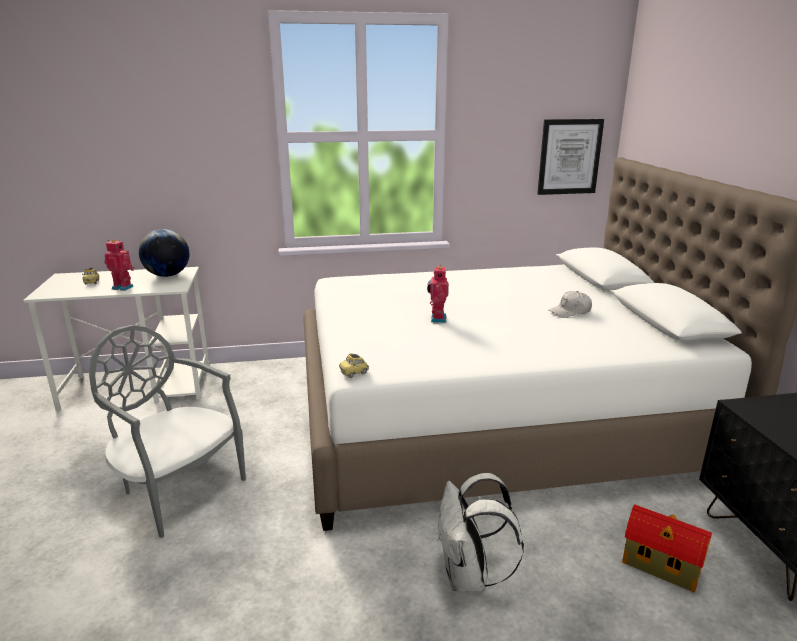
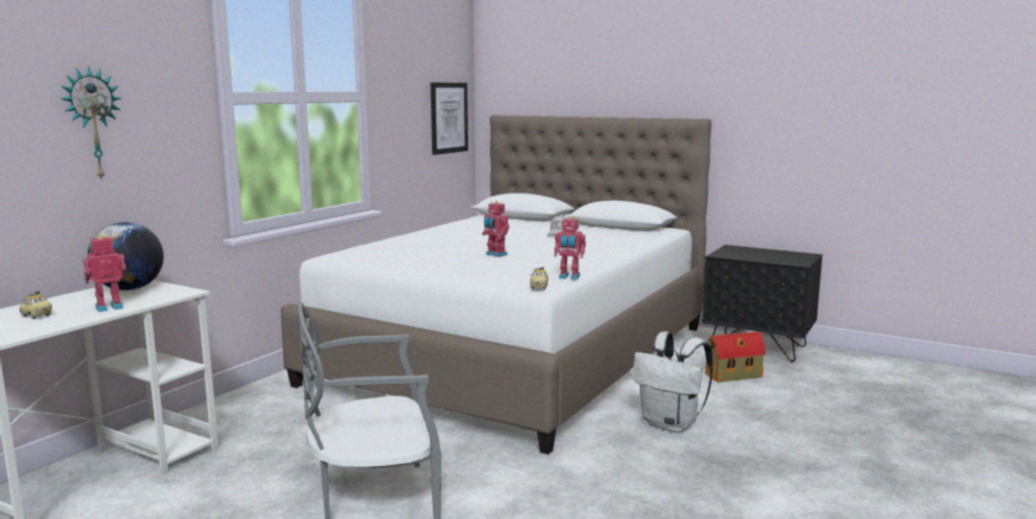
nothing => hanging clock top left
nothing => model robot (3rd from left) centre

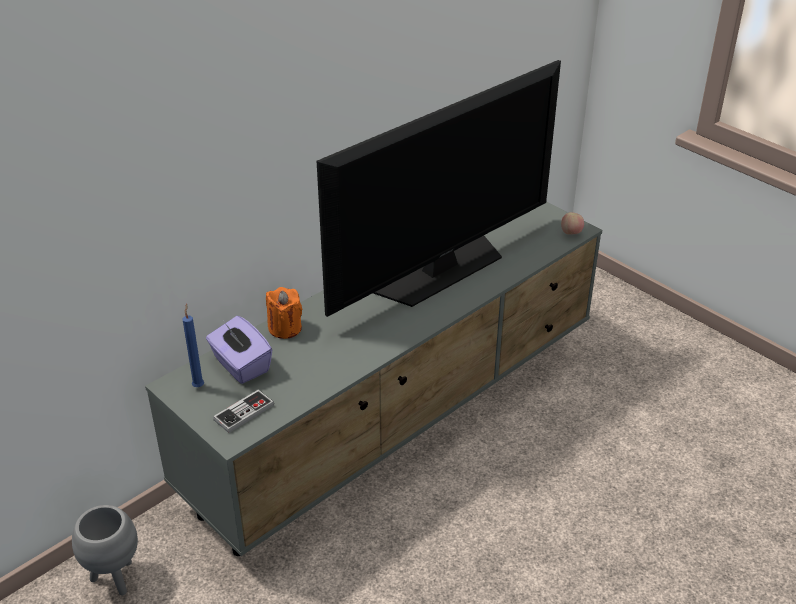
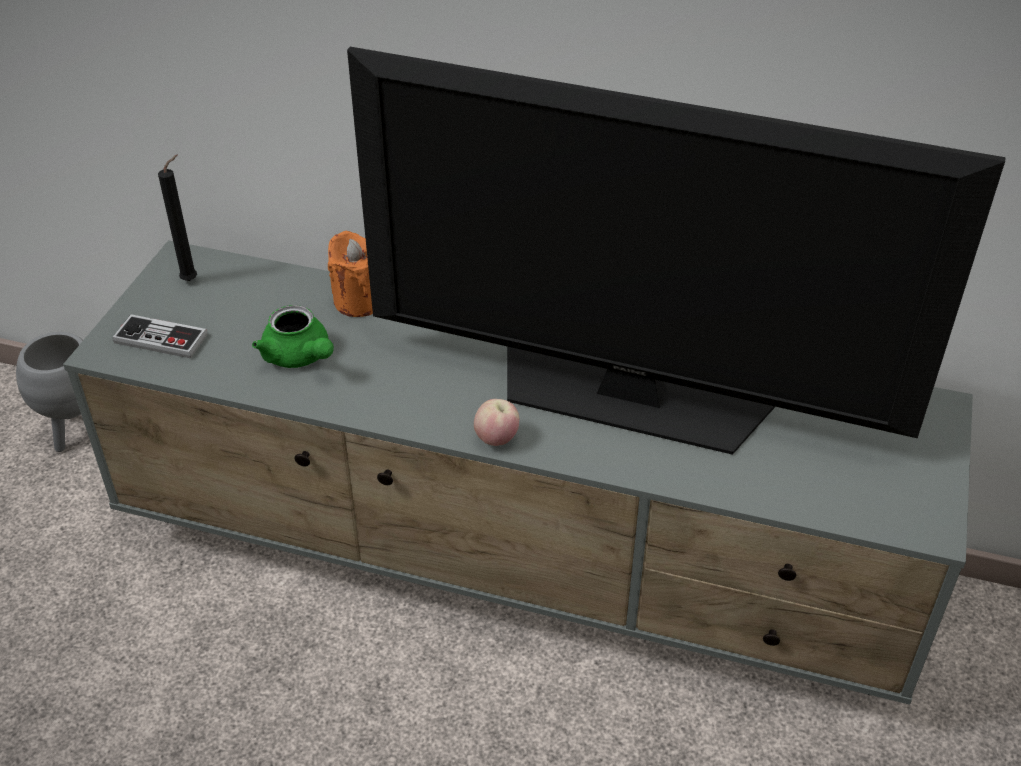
purple tissue box middle left => nothing
nothing => green pot for tea middle left
apple fruit middle right => apple fruit centre, moved
bluish wax light middle left => blackish wax light top left

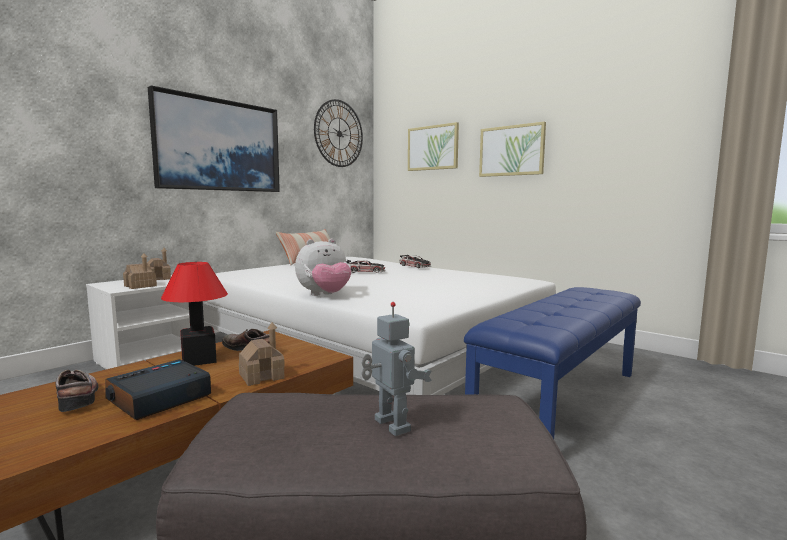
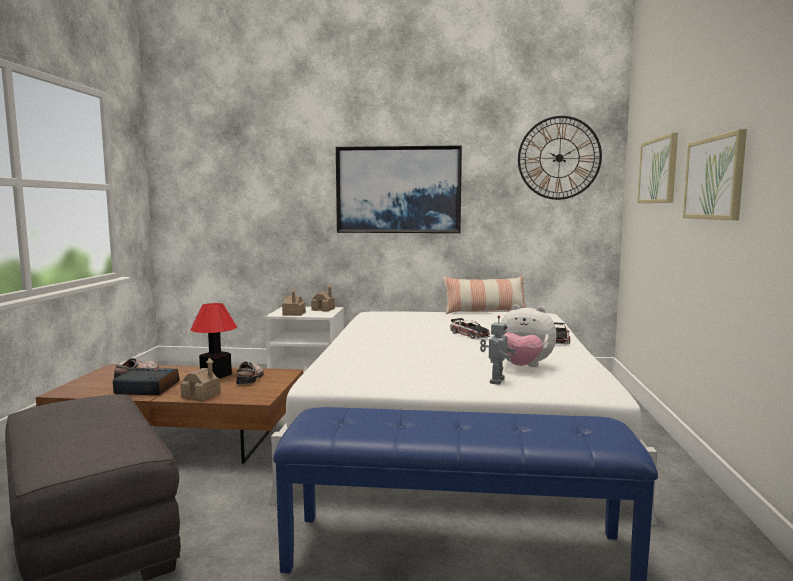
soft toy centre => soft toy middle right, moved
model robot bottom centre => model robot centre, moved

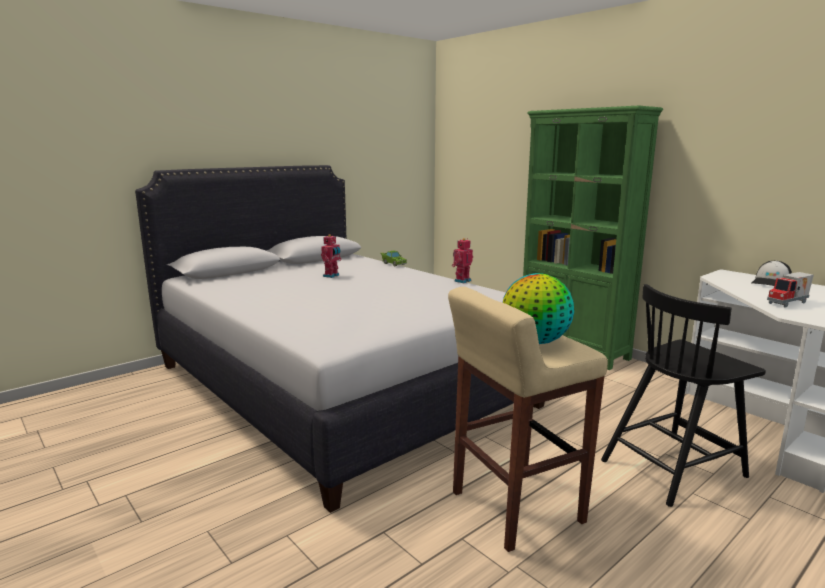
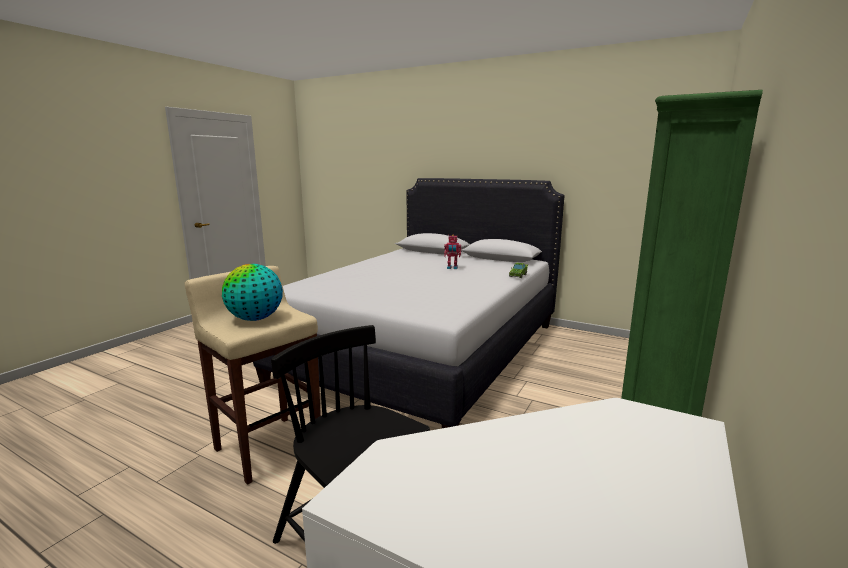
model robot (2nd from left) centre => nothing
cap middle right => nothing
model truck middle right => nothing

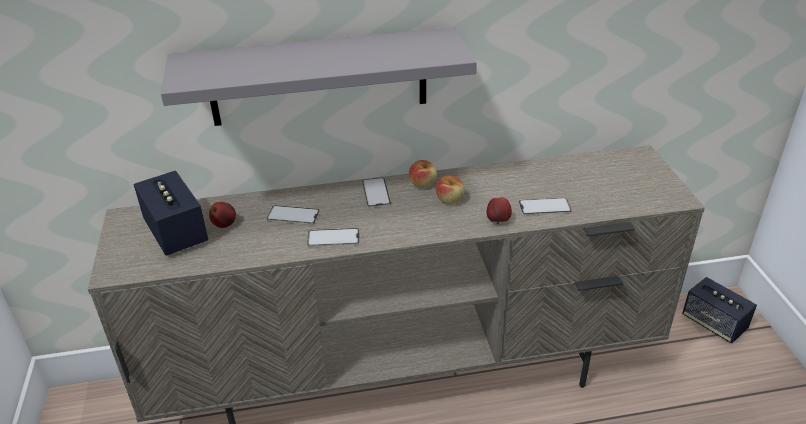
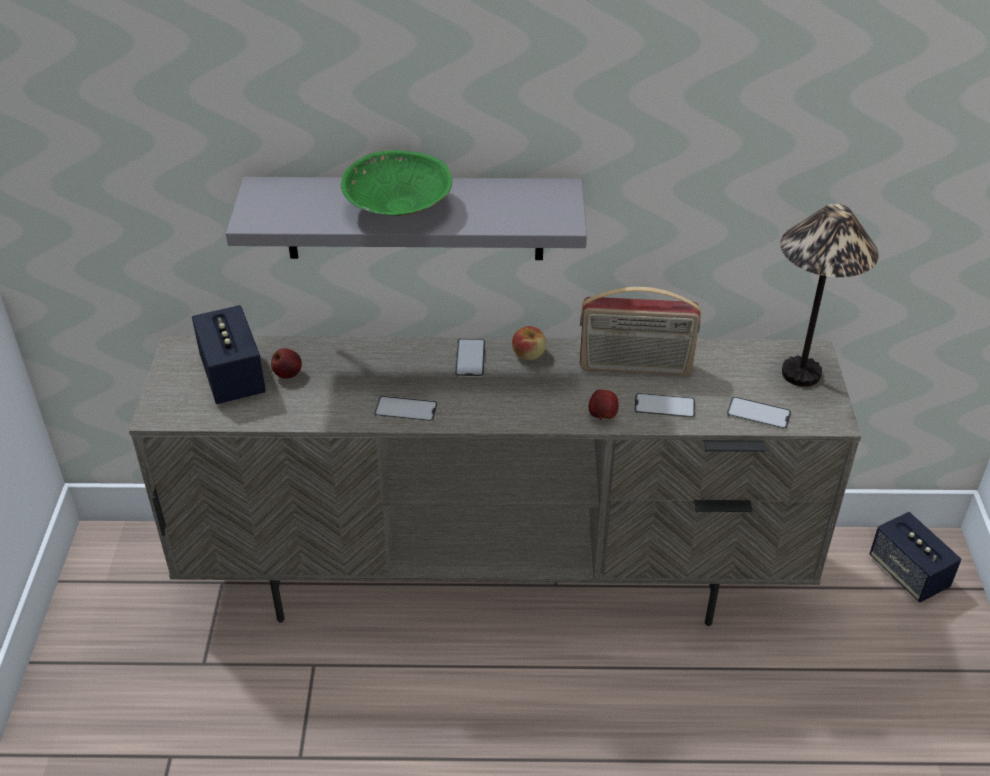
apple fruit (3rd from left) centre => nothing
nothing => green bowl top centre
nothing => radio set centre
nothing => table lamp middle right
telephone (1st from left in the first image) centre => telephone (4th from left) middle right, moved

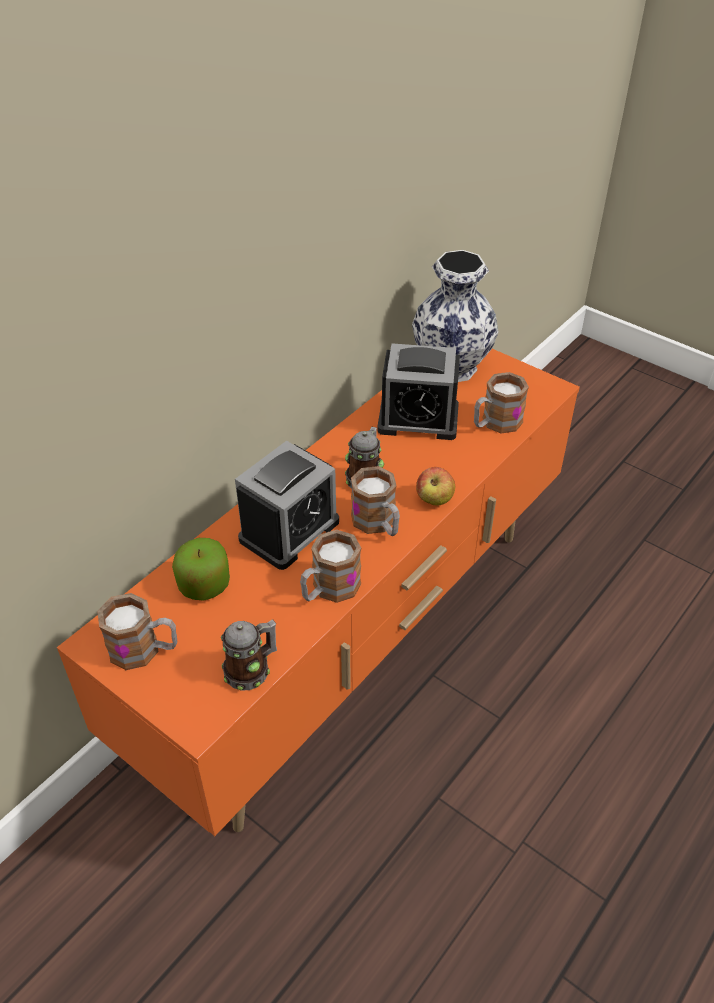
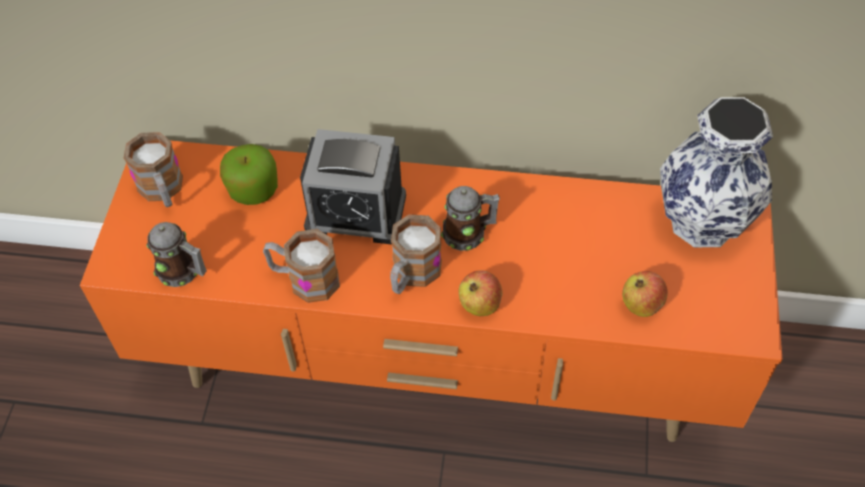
alarm clock (2nd from left) centre => nothing
mug (6th from left) middle right => apple fruit (3rd from left) middle right

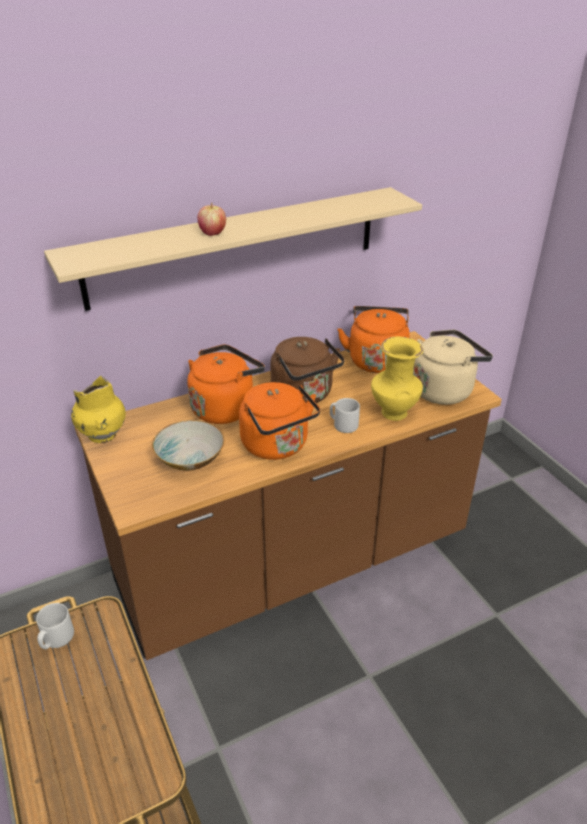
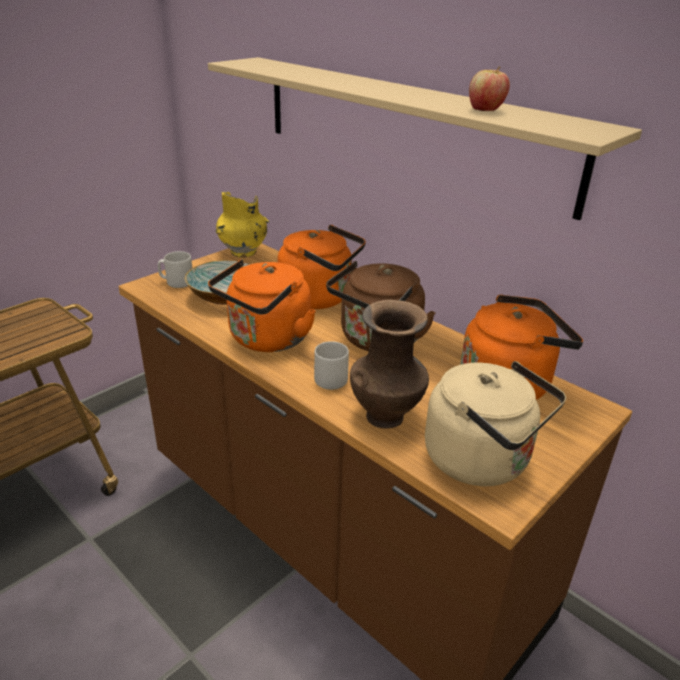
grey mug (1st from left) bottom left => grey mug (1st from left) middle left, moved
apple fruit top centre => apple fruit top right, moved
yellow-coloured vase (2nd from left) middle right => brown vase centre

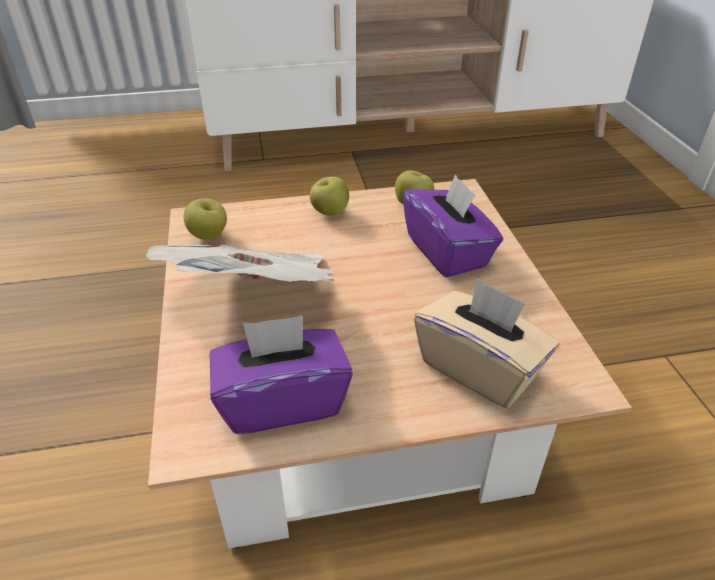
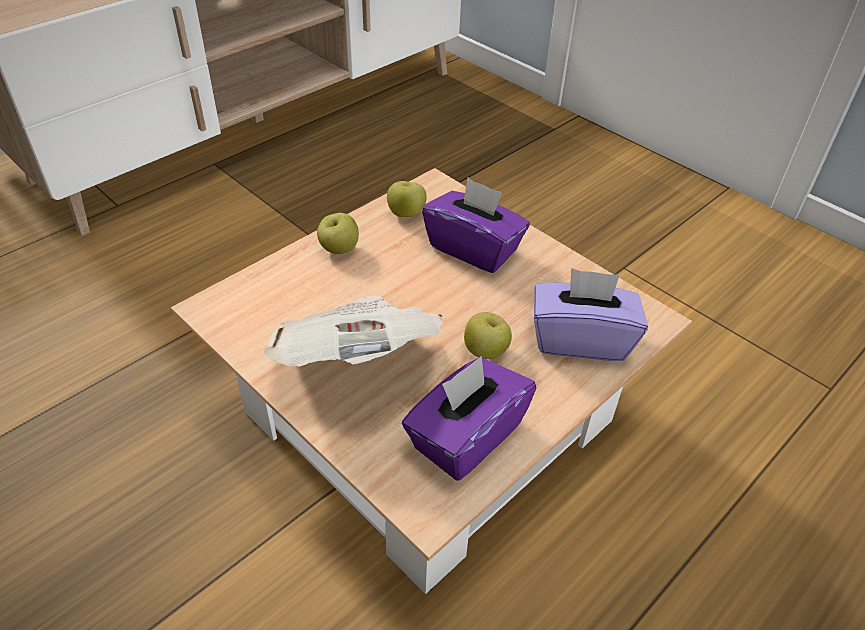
apple fruit (1st from left in the first image) middle left => apple fruit (3rd from left) centre, moved
sand-coloured tissue box middle right => purple tissue box (3rd from left) middle right

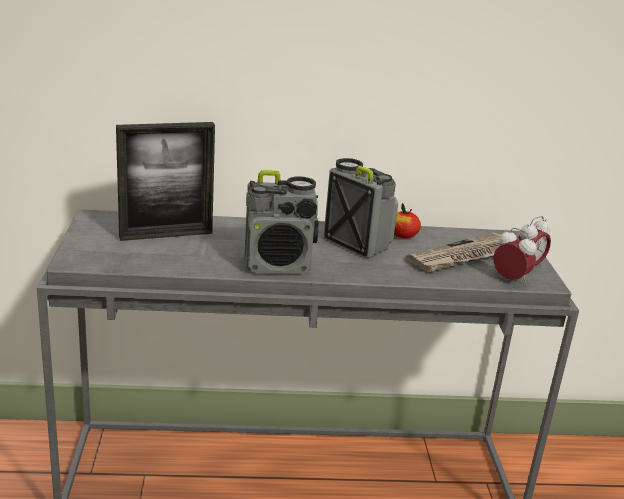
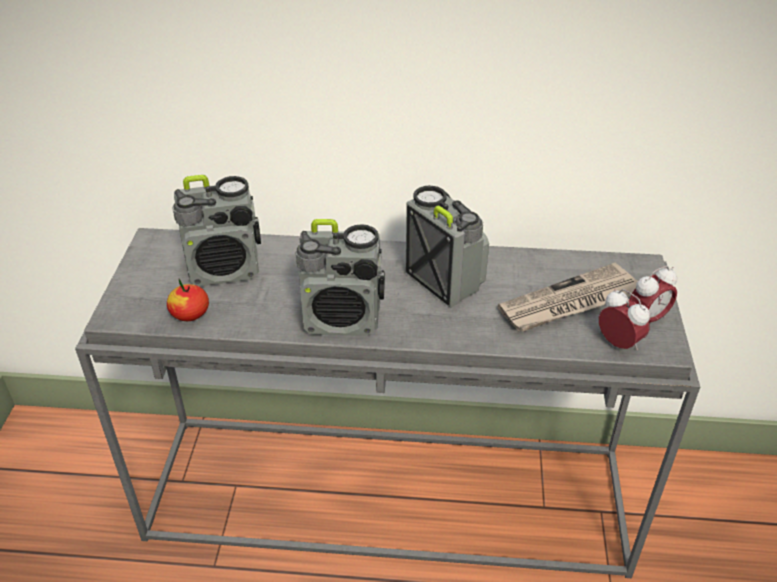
apple fruit centre => apple fruit middle left, moved
picture frame middle left => radio set (1st from left) middle left

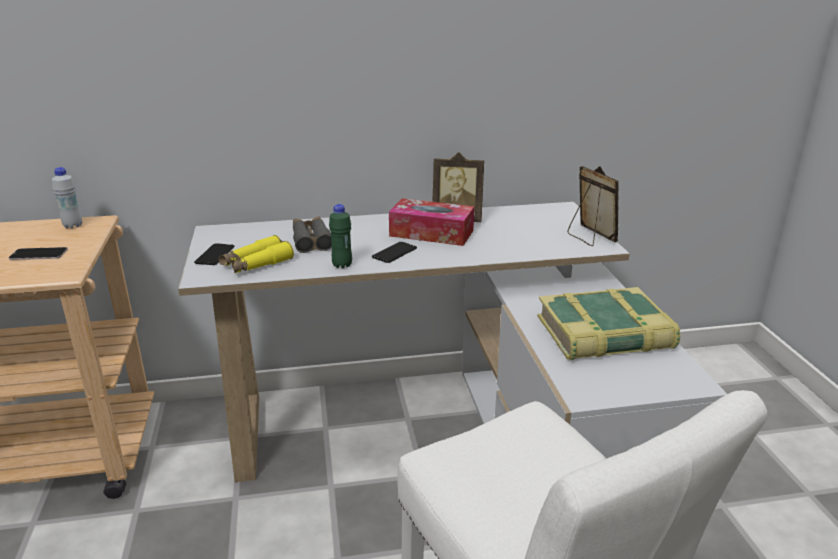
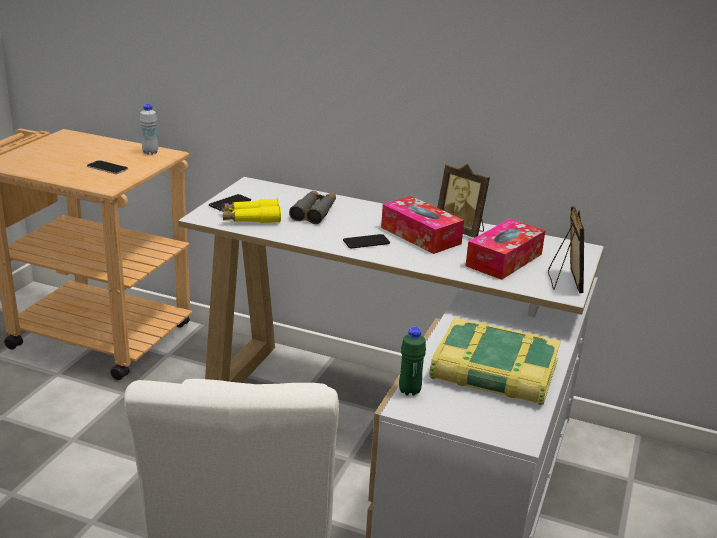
nothing => tissue box (2nd from left) middle right
green drink bottle centre => green drink bottle bottom centre, moved

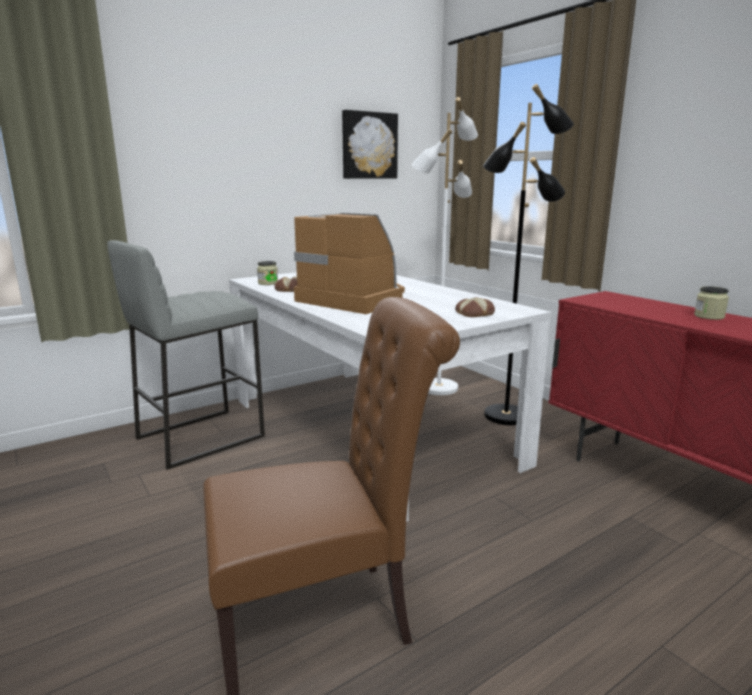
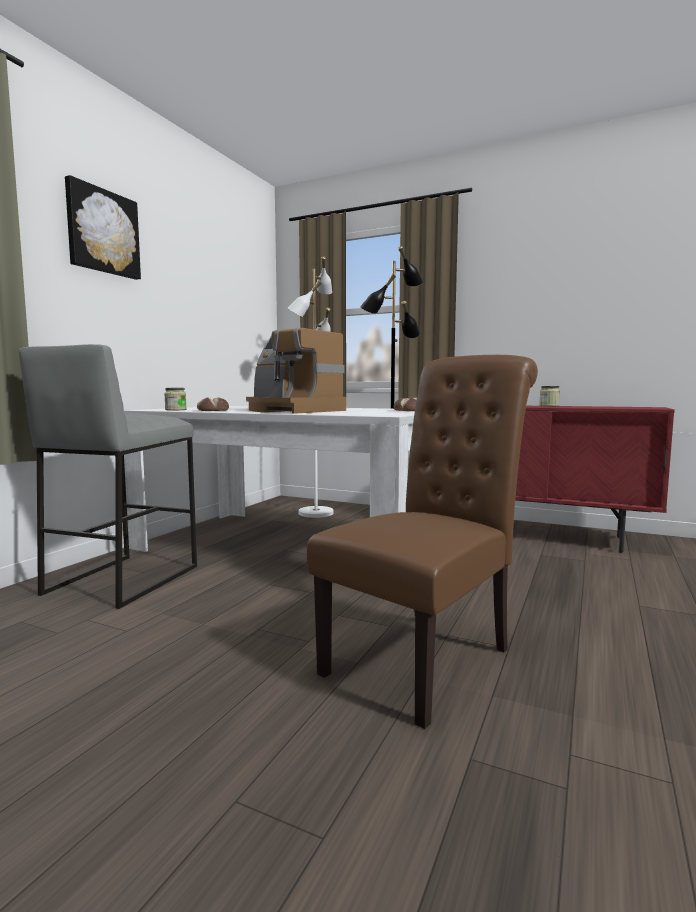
wall art top centre => wall art top left, moved
coffee machine centre, 150 degrees counterclockwise

